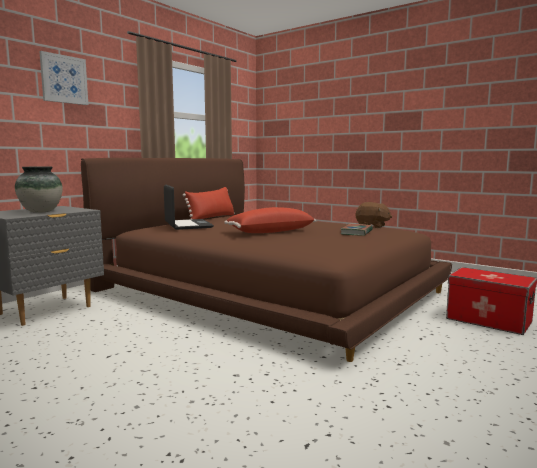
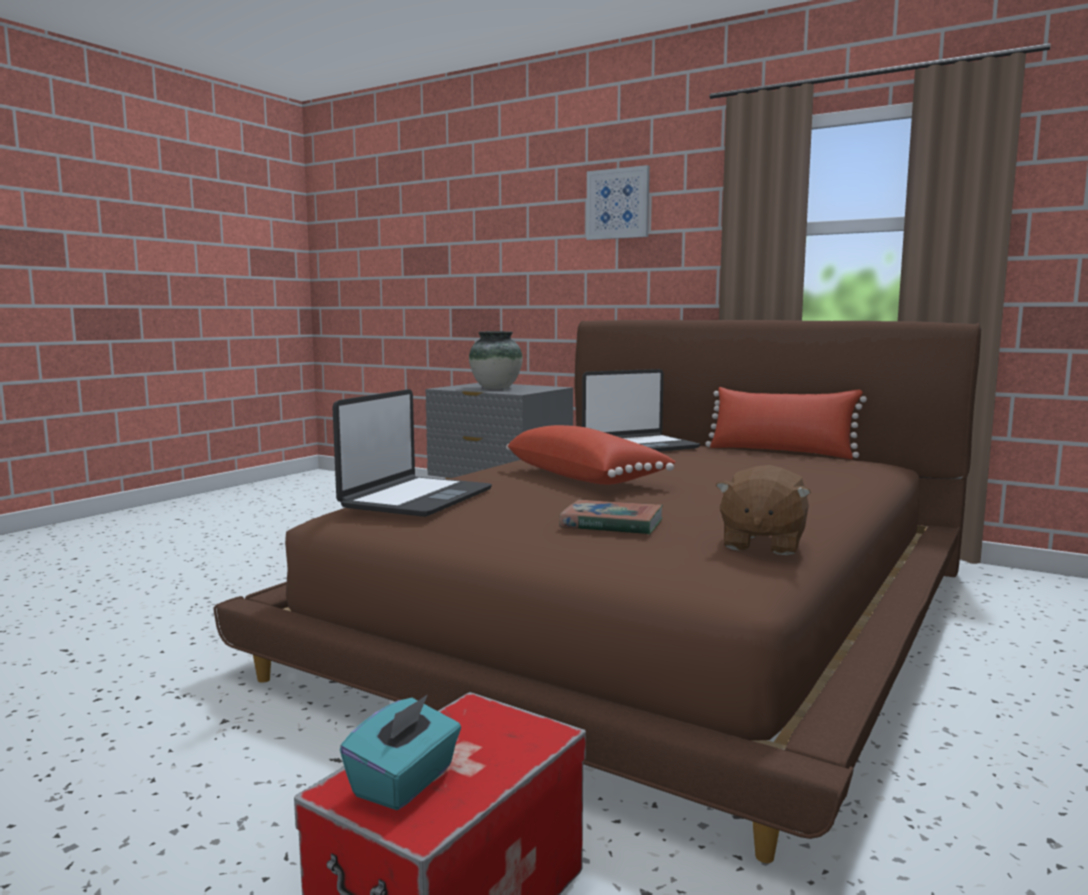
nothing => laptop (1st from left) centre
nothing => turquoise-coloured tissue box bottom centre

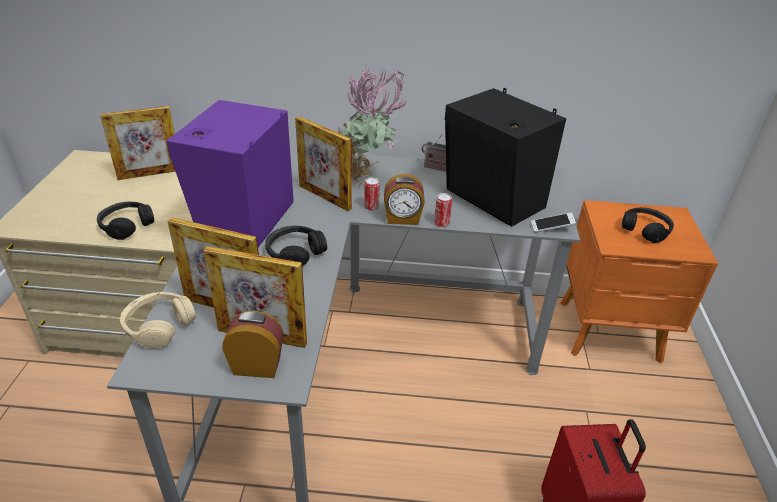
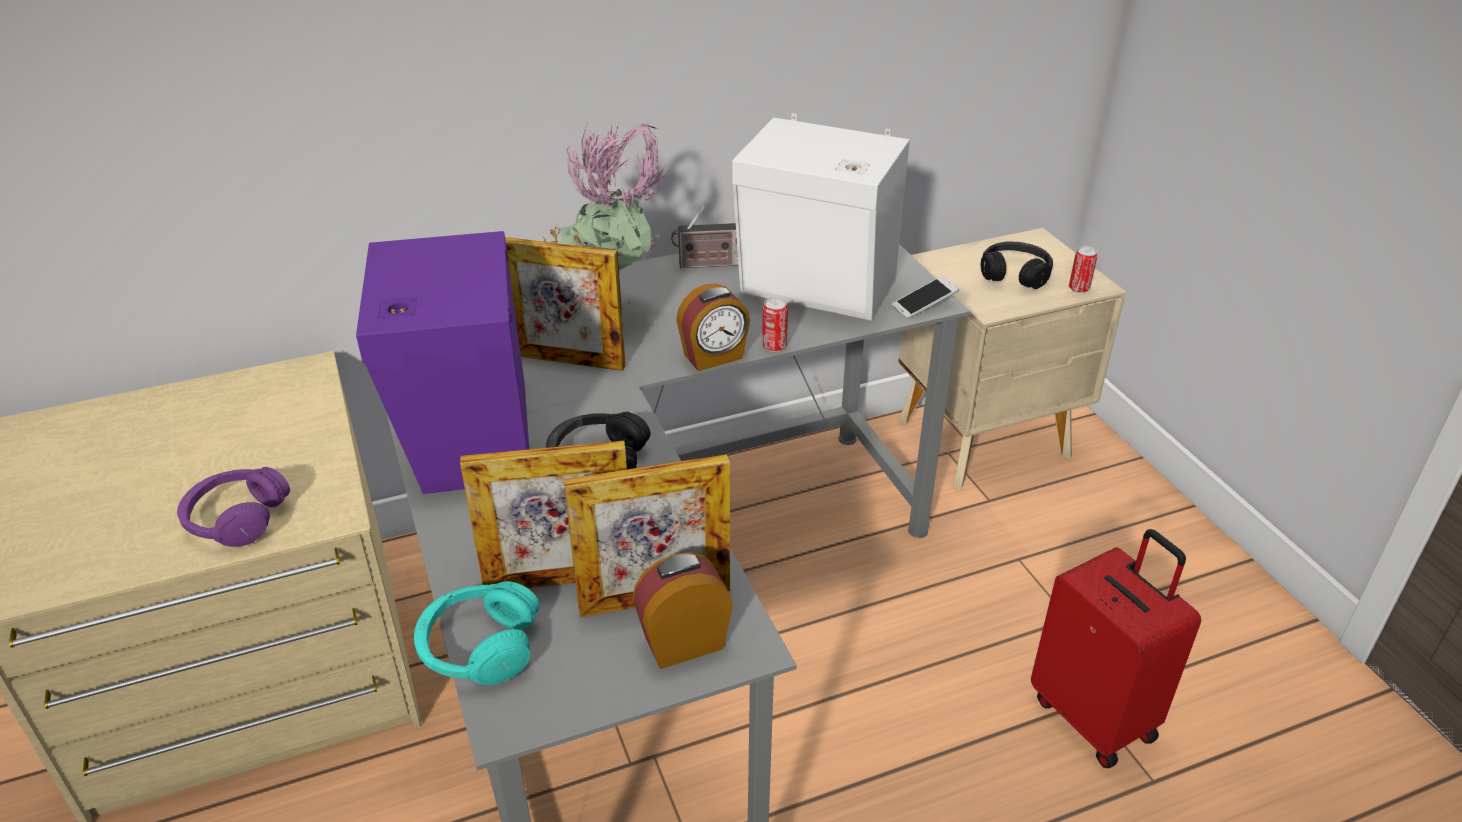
picture frame (1st from left) top left => nothing
can (1st from left in the first image) centre => can (2nd from left) top right, moved
blackish headphones (1st from left) middle left => purple headphones middle left
sand-coloured headphones middle left => turquoise-coloured headphones bottom left
blackish audio speaker top centre => whitish audio speaker top centre
orange nightstand middle right => sand-coloured nightstand middle right

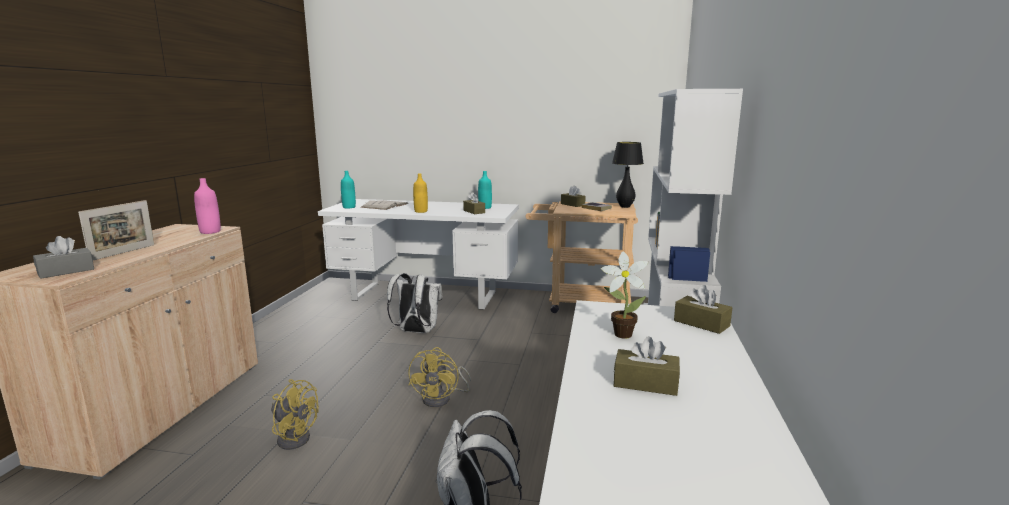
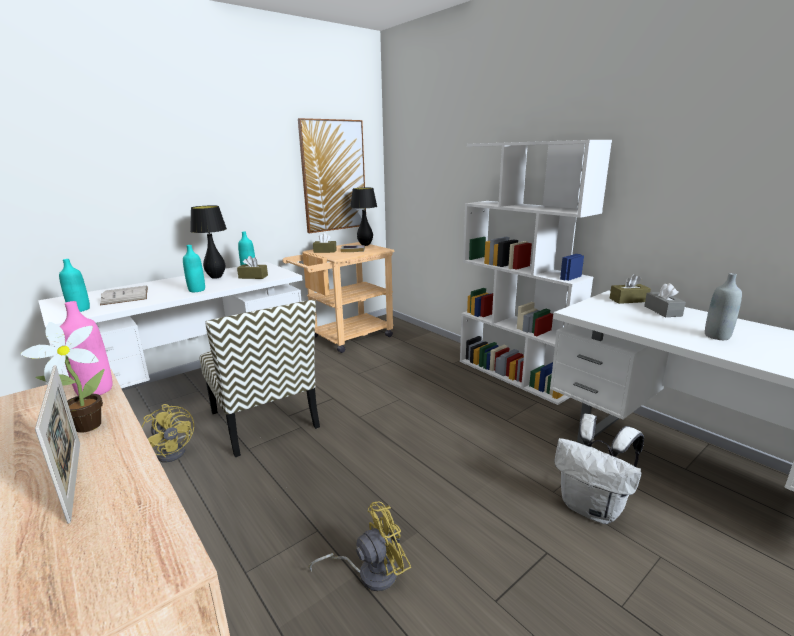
nothing => blackish table lamp (1st from left) middle left
nothing => wall art top centre
grey tissue box middle left => grey tissue box middle right, moved
yellow-coloured electric fan (2nd from left in the first image) bottom centre => yellow-coloured electric fan (1st from left) bottom left, moved
plant in a pot centre => plant in a pot middle left, moved
whitish knapsack (1st from left) centre => upright chair middle left
brown tissue box (3rd from left) bottom centre => grey drink bottle middle right
yellow-coloured drink bottle centre => turquoise-coloured drink bottle (2nd from left) middle left

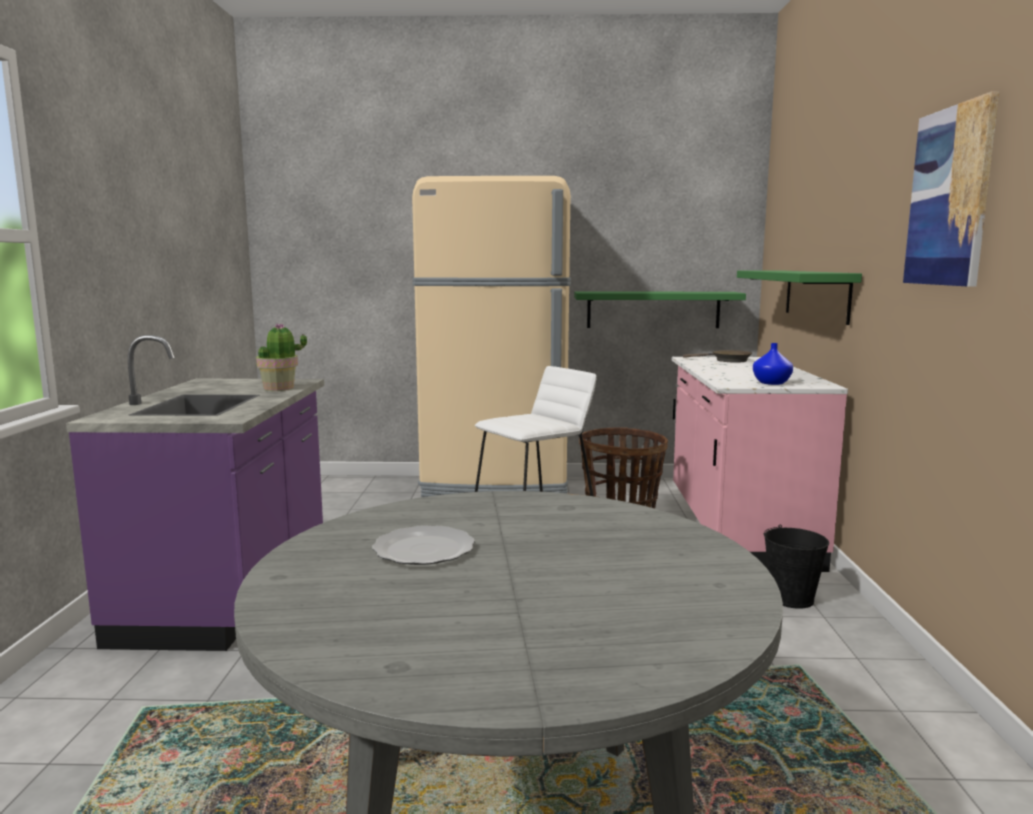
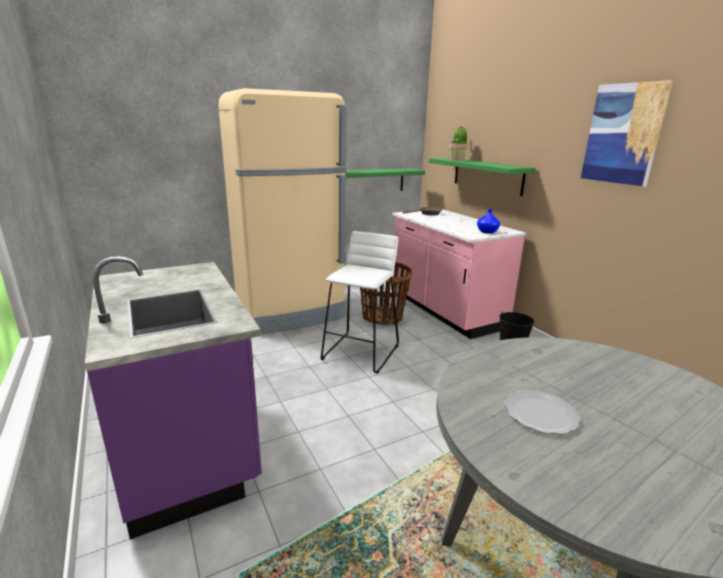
plant in a pot middle left => plant in a pot top centre, moved

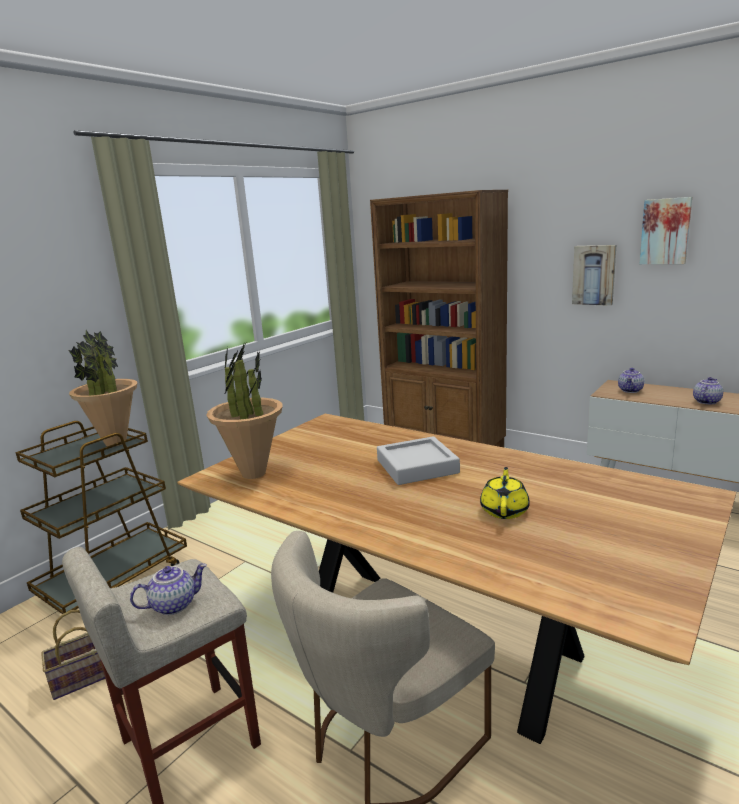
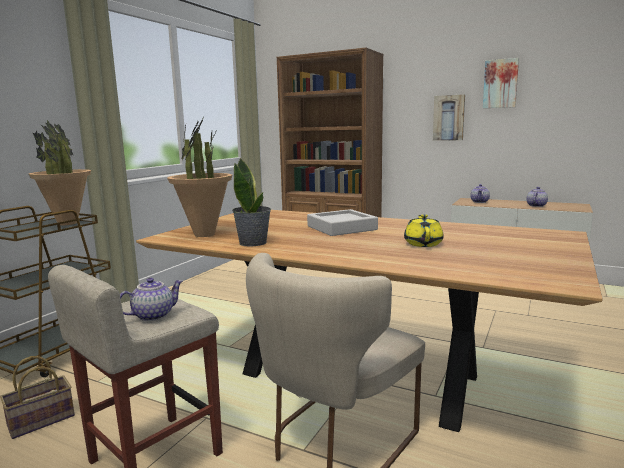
nothing => plant in a pot (3rd from left) centre

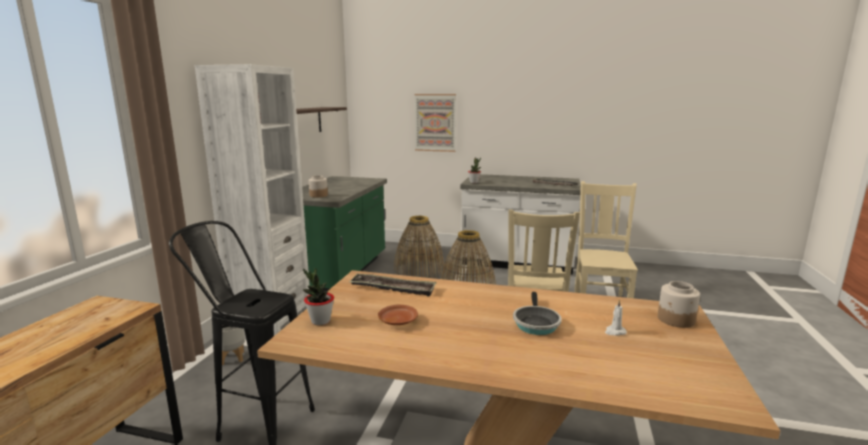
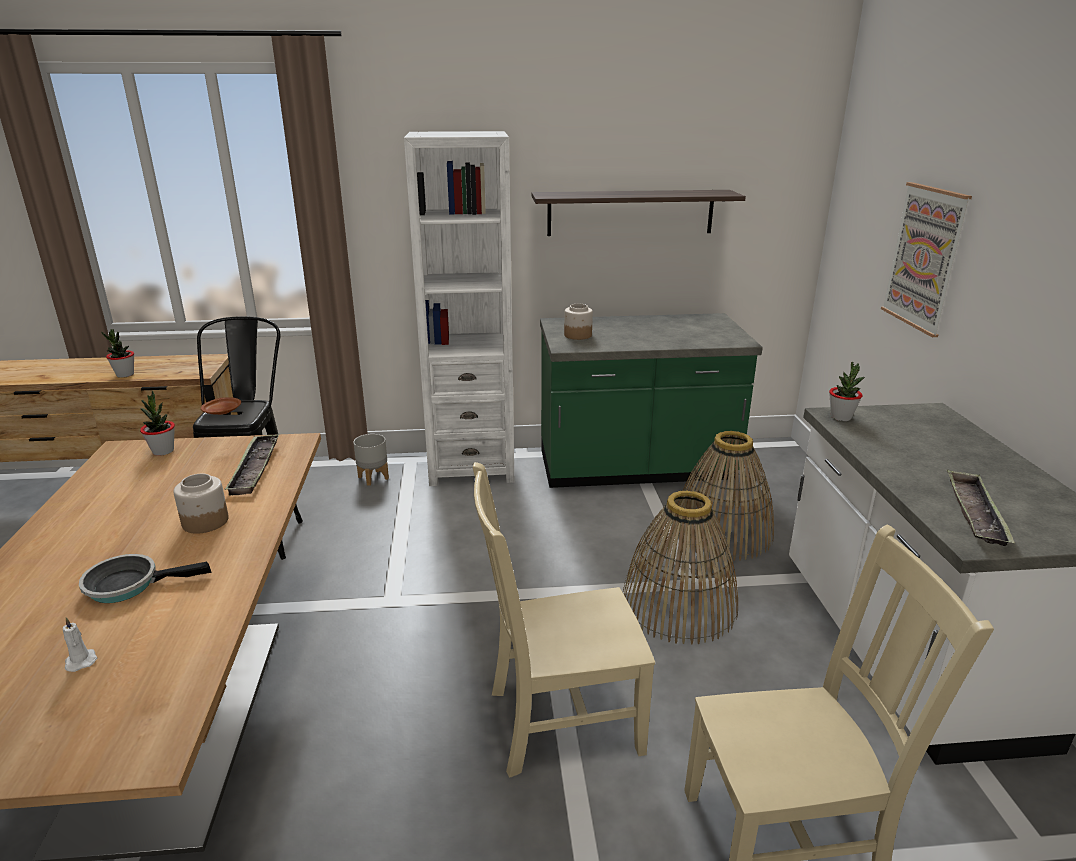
nothing => plant in a pot (1st from left) middle left
brown plate bottom centre => brown plate middle left, moved
storage jar (2nd from left in the first image) bottom right => storage jar (1st from left) middle left, moved

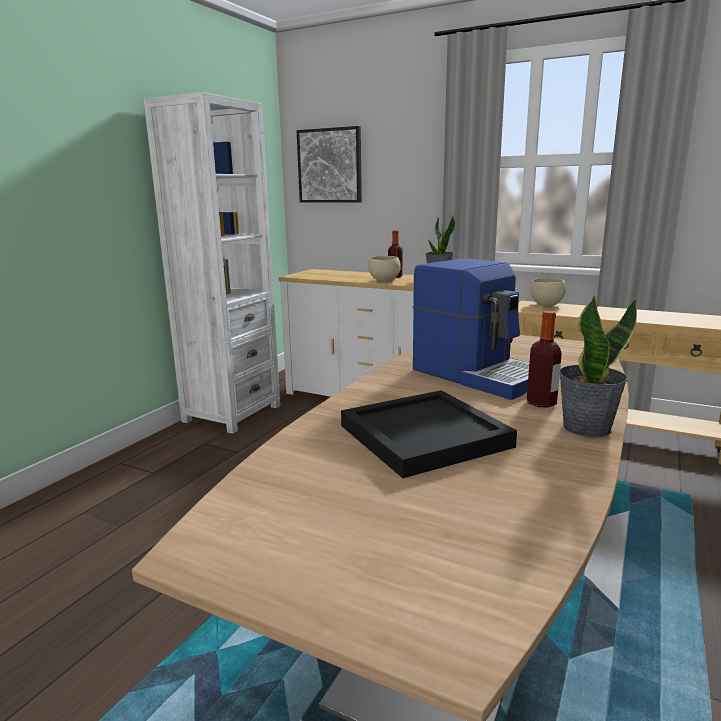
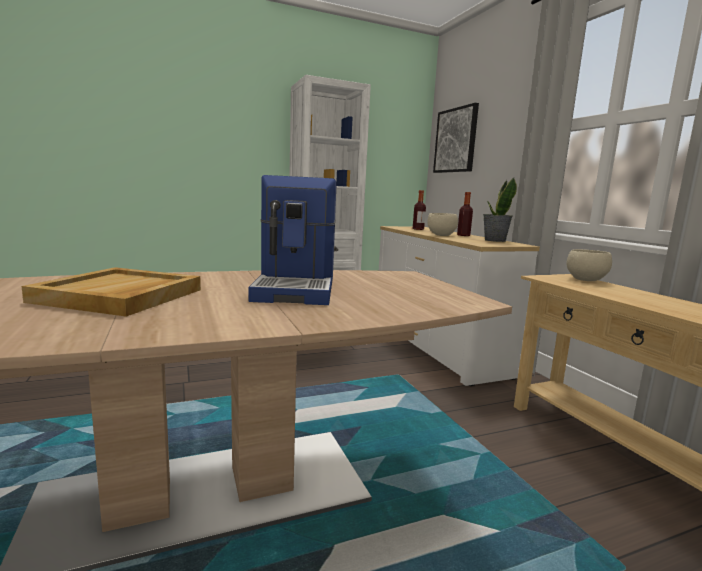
plant in a pot (2nd from left) middle right => nothing
drink bottle (2nd from left in the first image) middle right => drink bottle (1st from left) centre, moved
blackish tray centre => sand-coloured tray middle left

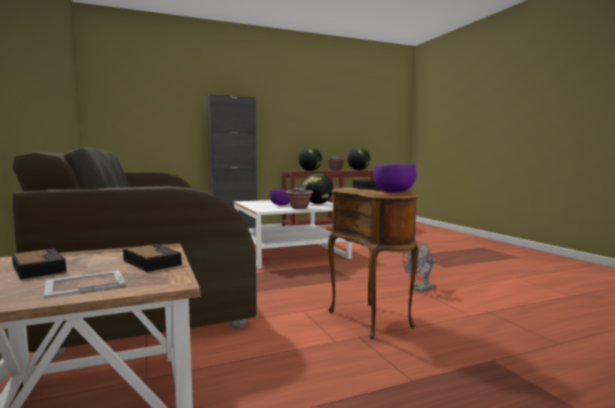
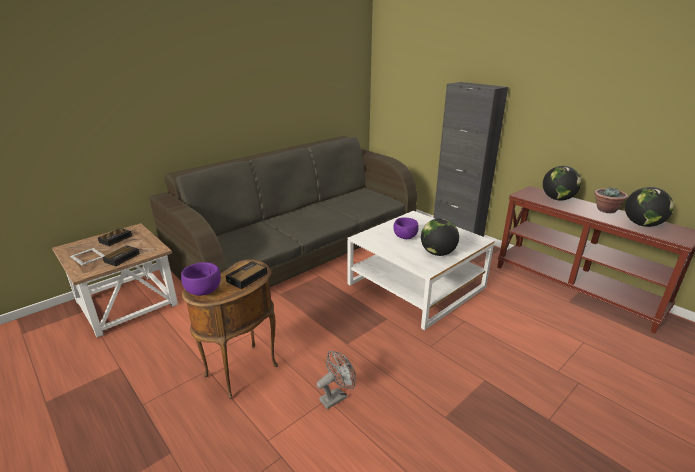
plant in a pot (1st from left) centre => nothing
grey electric fan middle right => grey electric fan bottom centre, 105 degrees clockwise

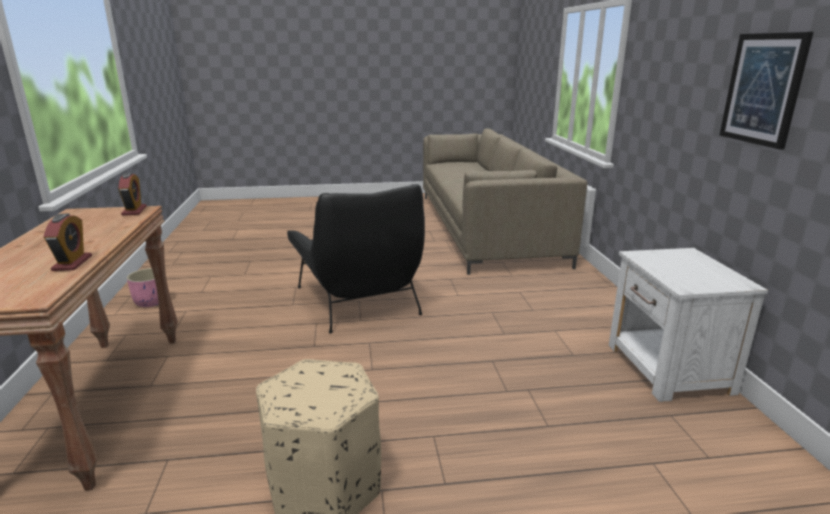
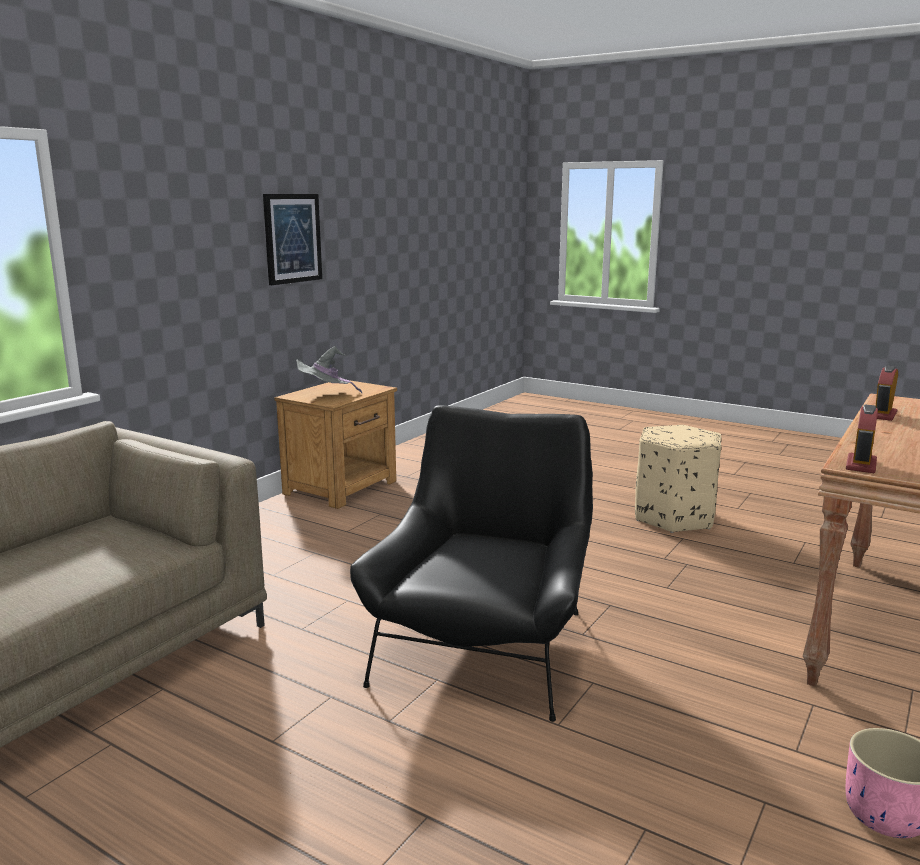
nothing => grey hat centre
whitish nightstand middle right => brown nightstand centre

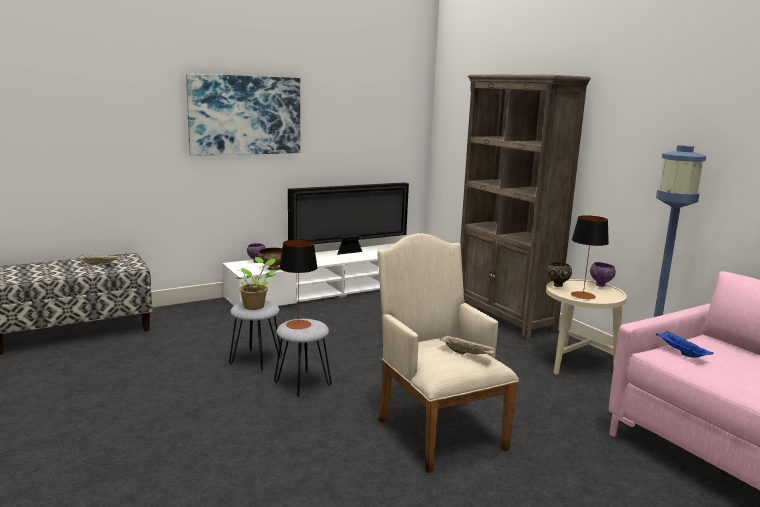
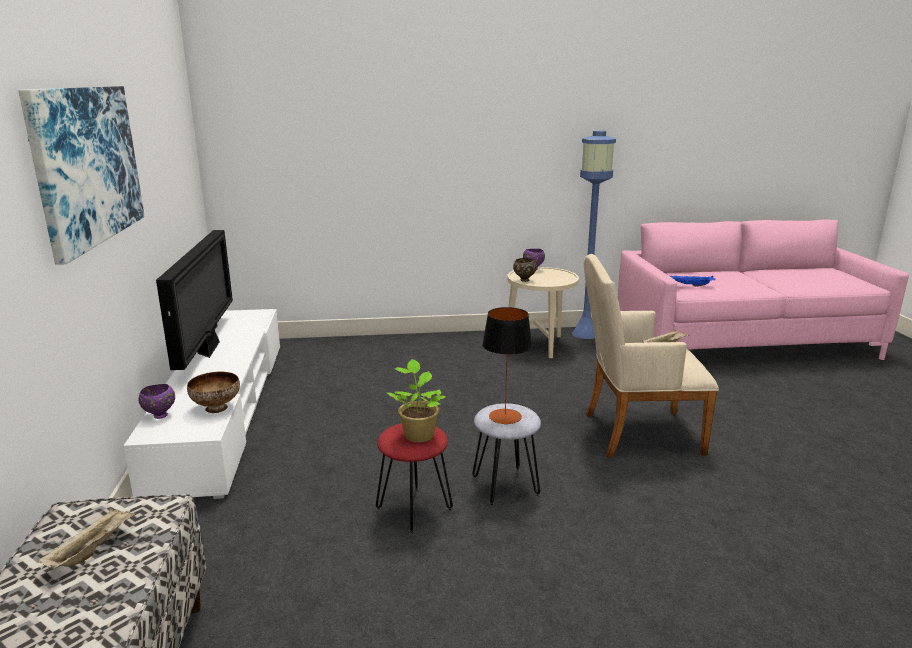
brown bookcase middle right => nothing
table lamp (2nd from left) middle right => nothing
grey sitting stool (1st from left) centre => red-coloured sitting stool bottom centre

